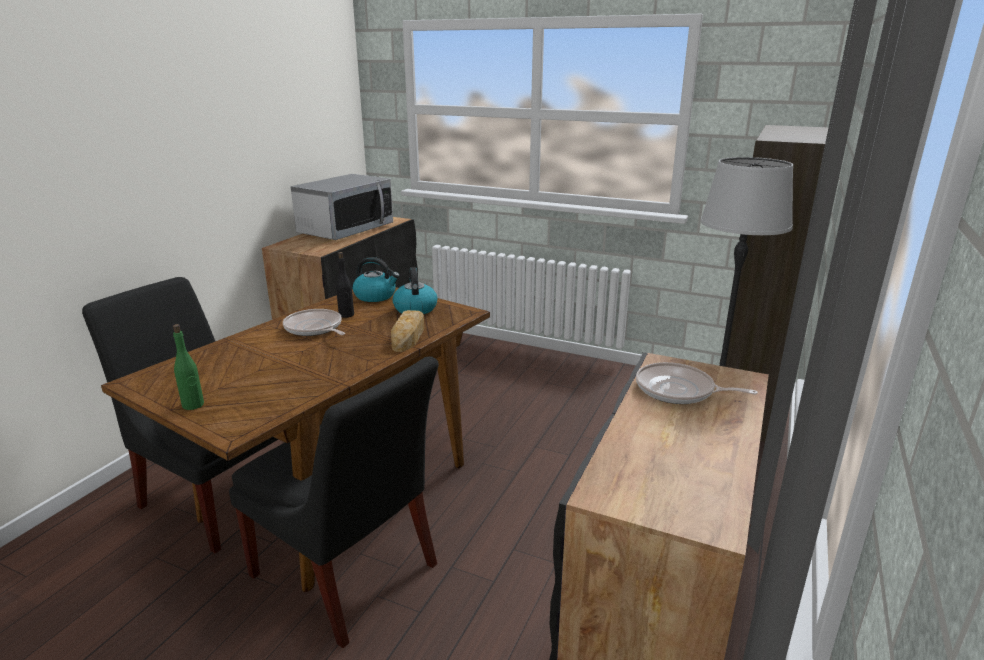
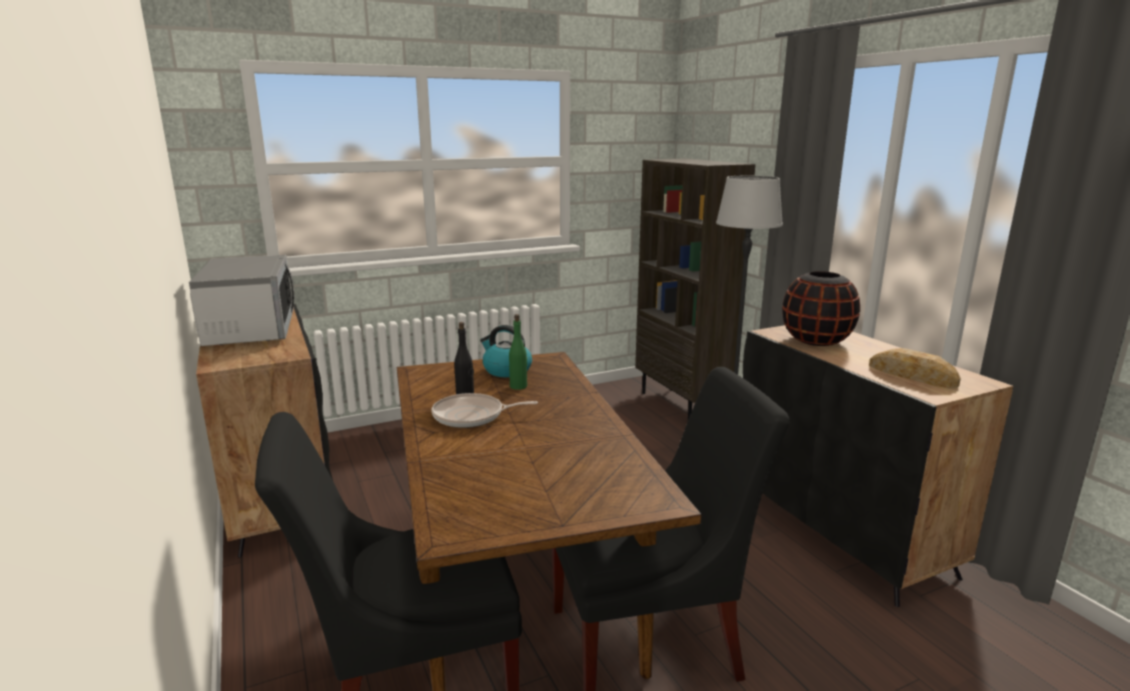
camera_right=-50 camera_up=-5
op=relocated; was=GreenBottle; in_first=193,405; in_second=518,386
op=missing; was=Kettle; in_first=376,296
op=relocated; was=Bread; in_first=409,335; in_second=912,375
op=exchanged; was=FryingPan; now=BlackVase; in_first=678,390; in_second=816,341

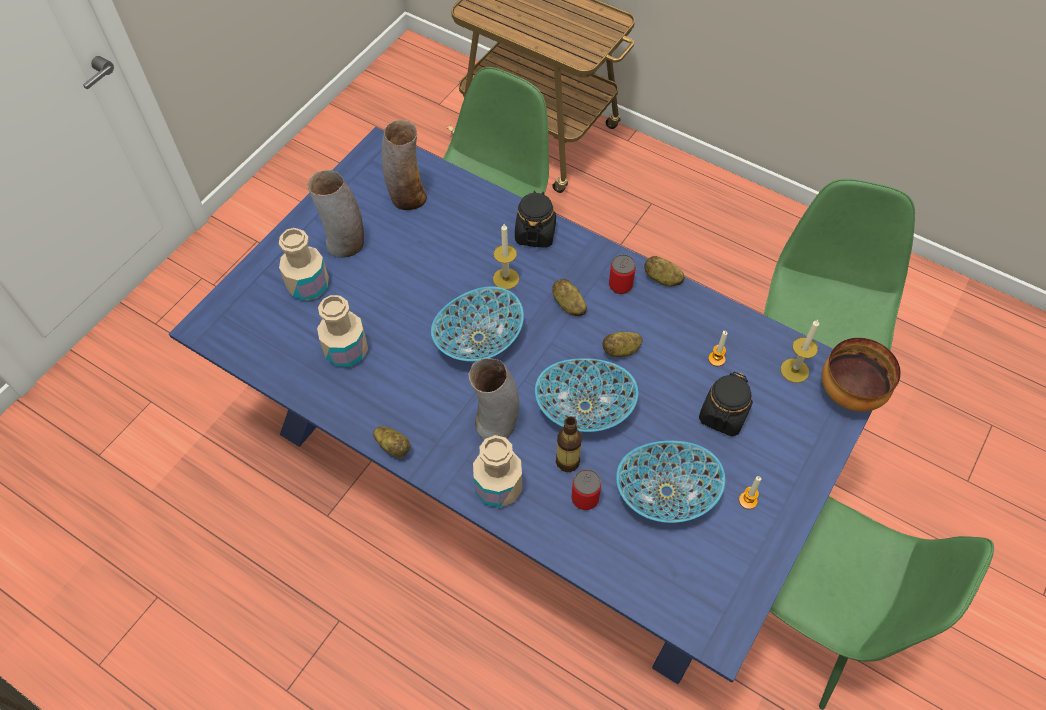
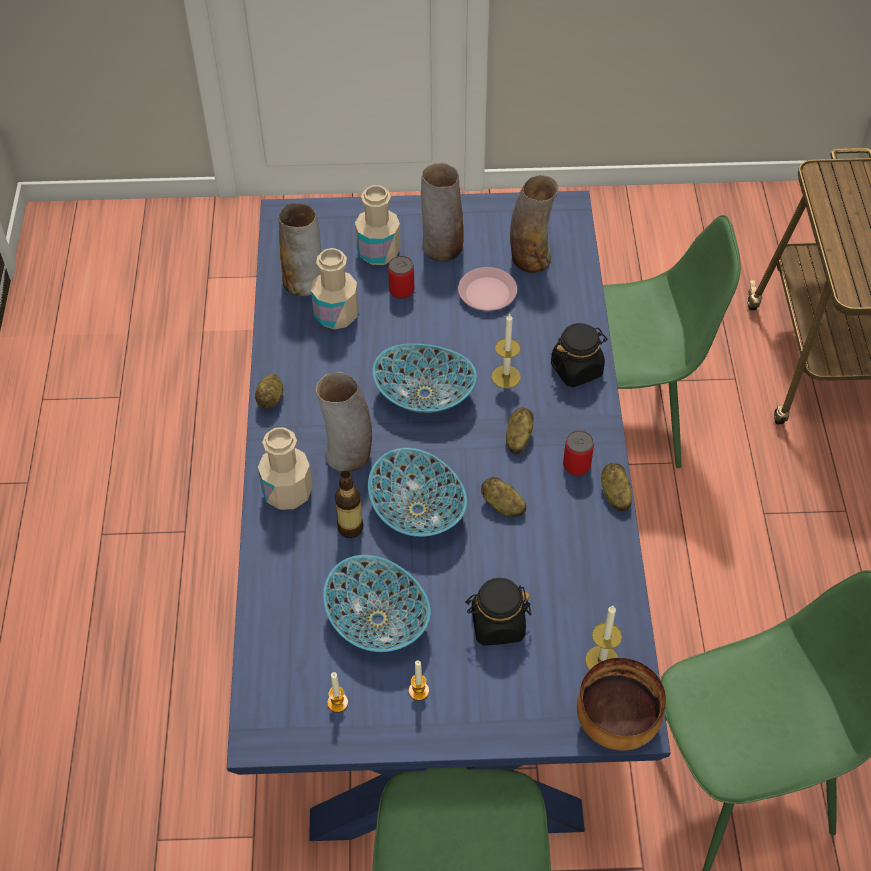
camera_right=55 camera_up=-5
op=relocated; was=Can; in_first=585,498; in_second=401,290
op=relocated; was=Candle; in_first=716,359; in_second=337,703
op=appeared; now=Vase; in_second=304,281
op=appeared; now=PinkPlate; in_second=487,293

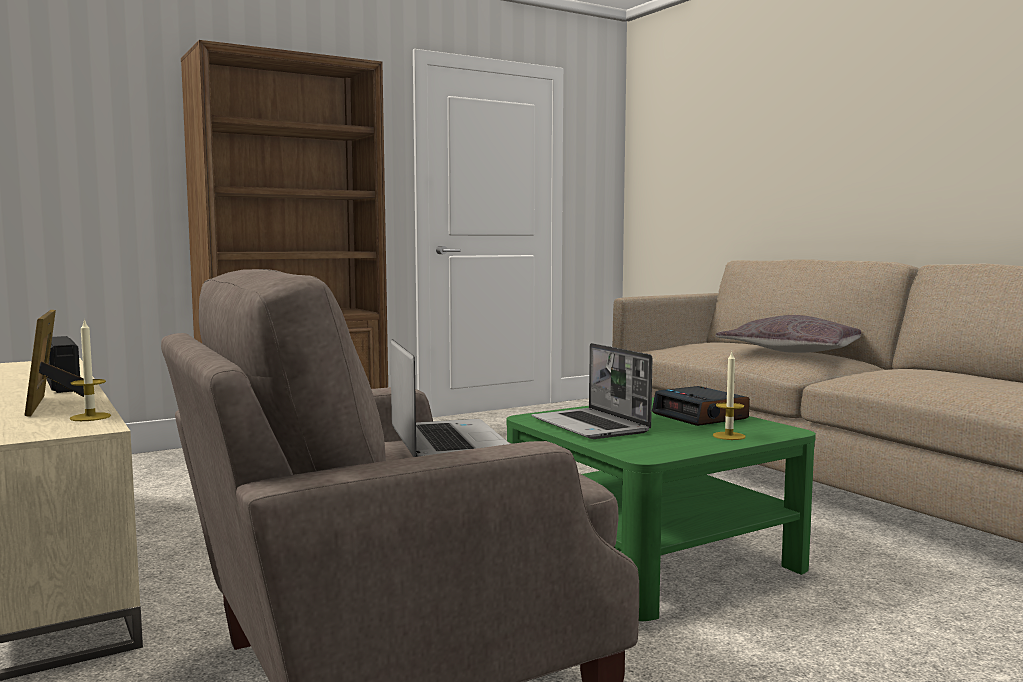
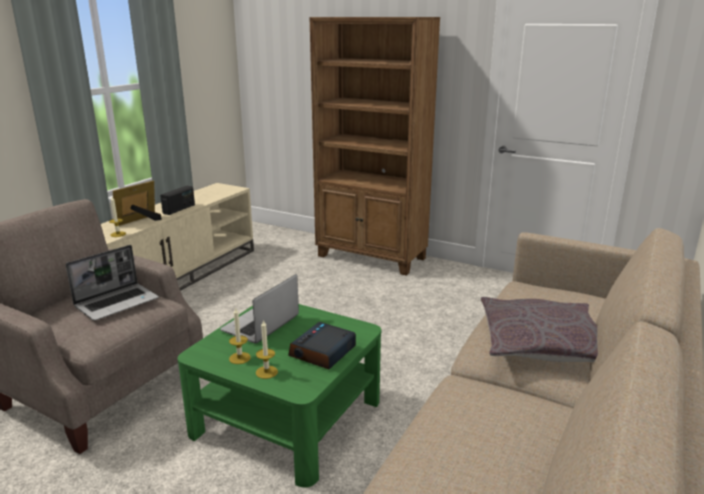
camera_right=60 camera_up=15
op=appeared; now=Candle; in_second=239,358

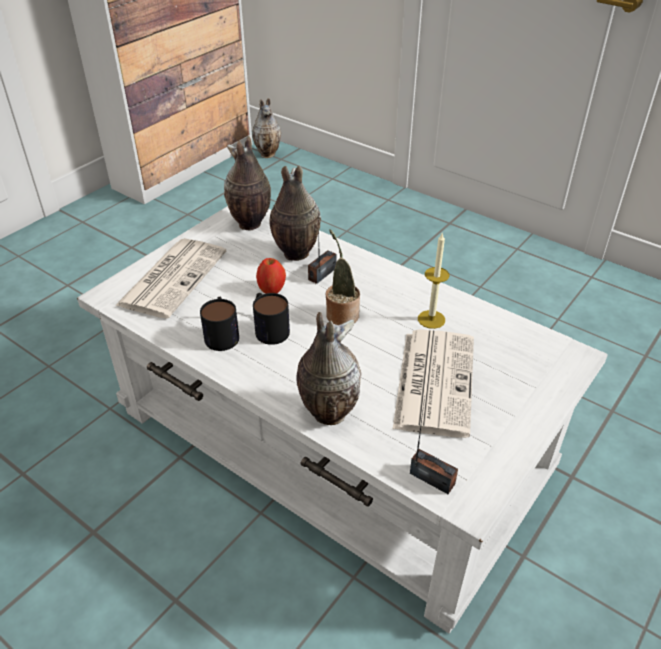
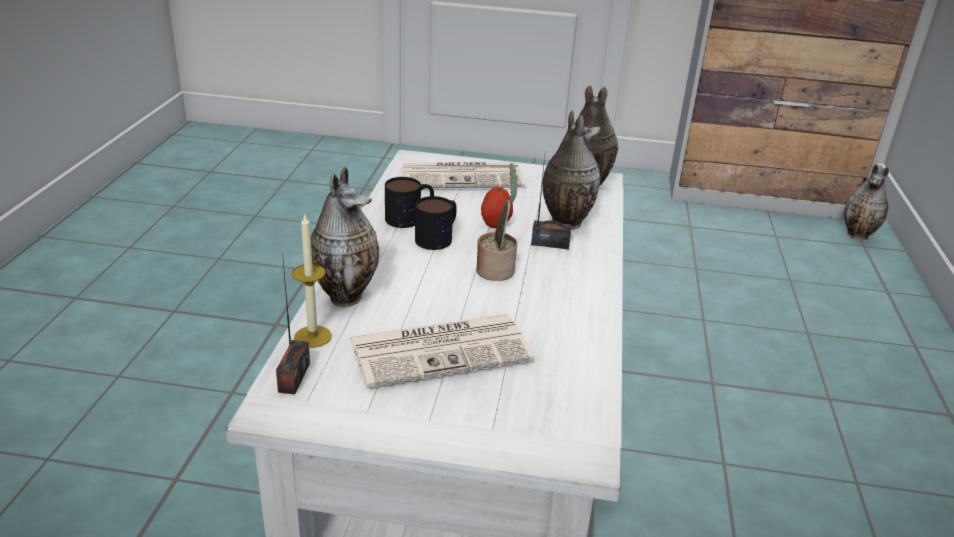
camera_right=60 camera_up=-10
op=relocated; was=Candle; in_first=431,319; in_second=313,336

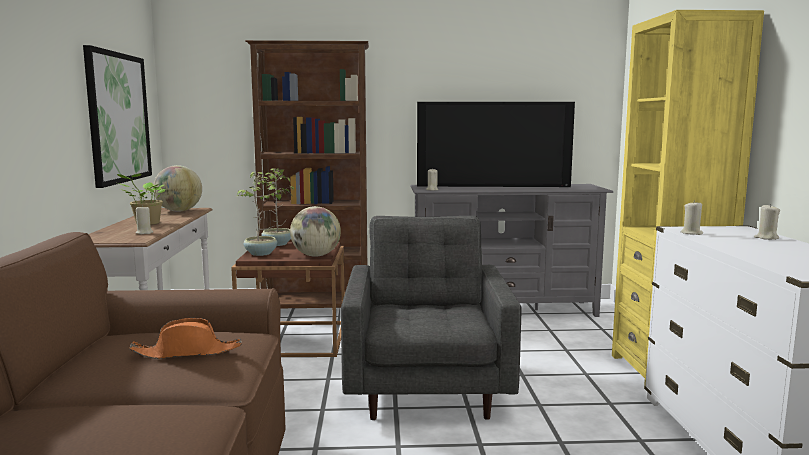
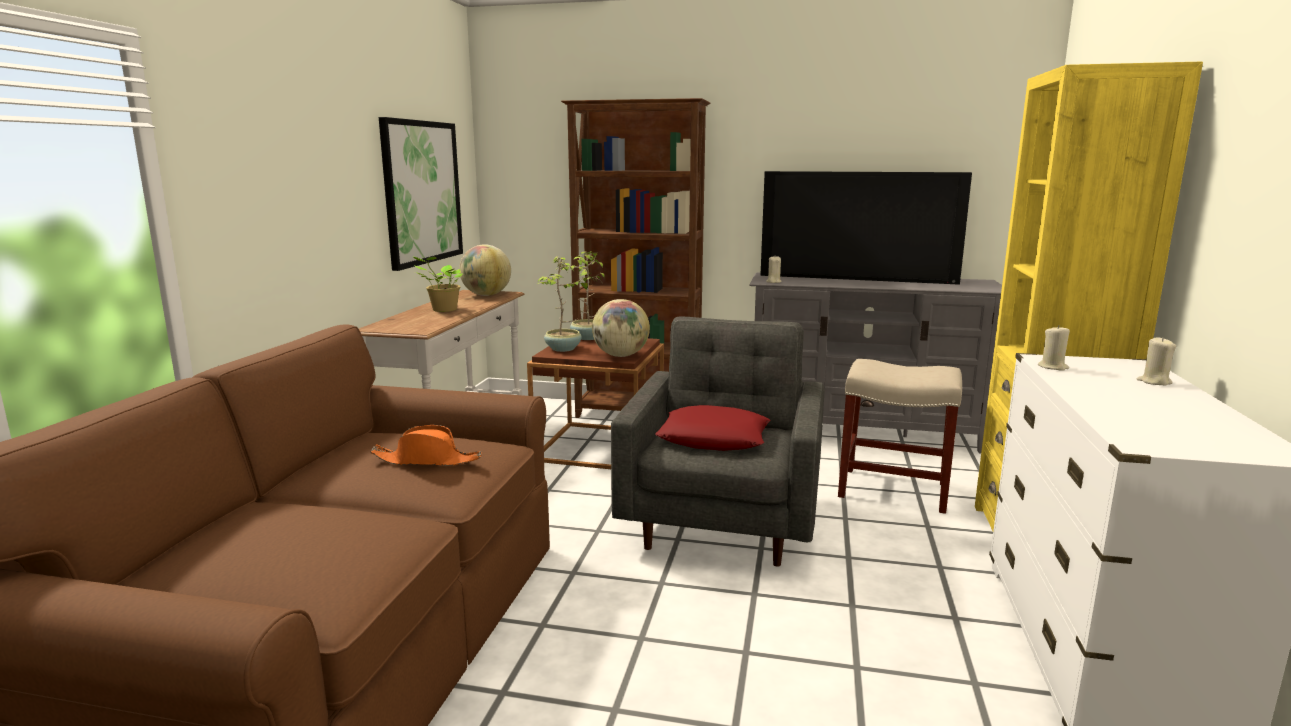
camera_right=15 camera_up=5
op=missing; was=BeigeCandle; in_first=144,233
op=appeared; now=RedPillow; in_second=714,439
op=appeared; now=BeigeStool; in_second=895,490

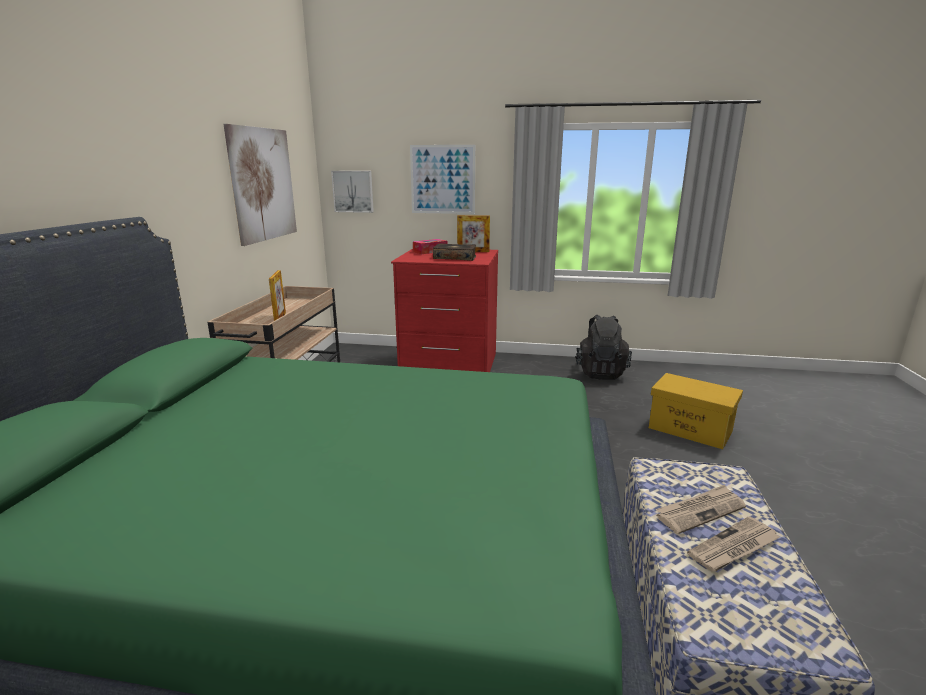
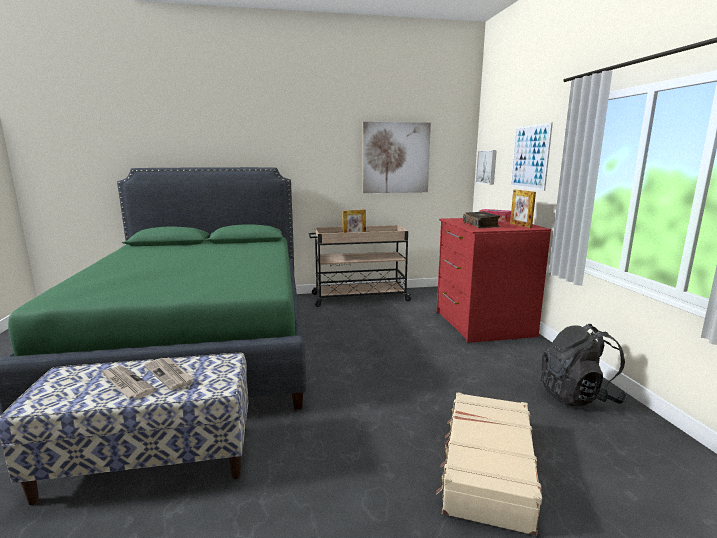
camera_right=70 camera_up=-5
op=exchanged; was=YellowStorageBox; now=BeigeSuitcase; in_first=691,429; in_second=486,468

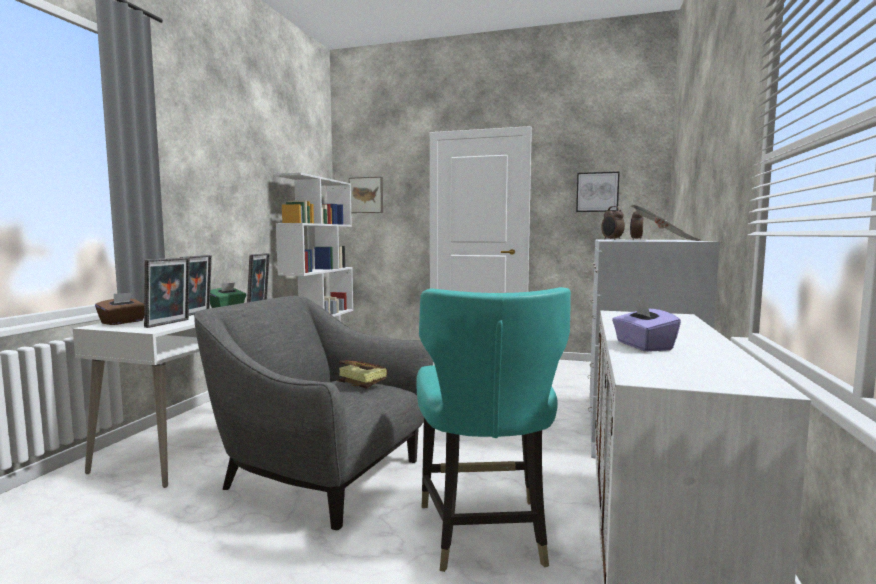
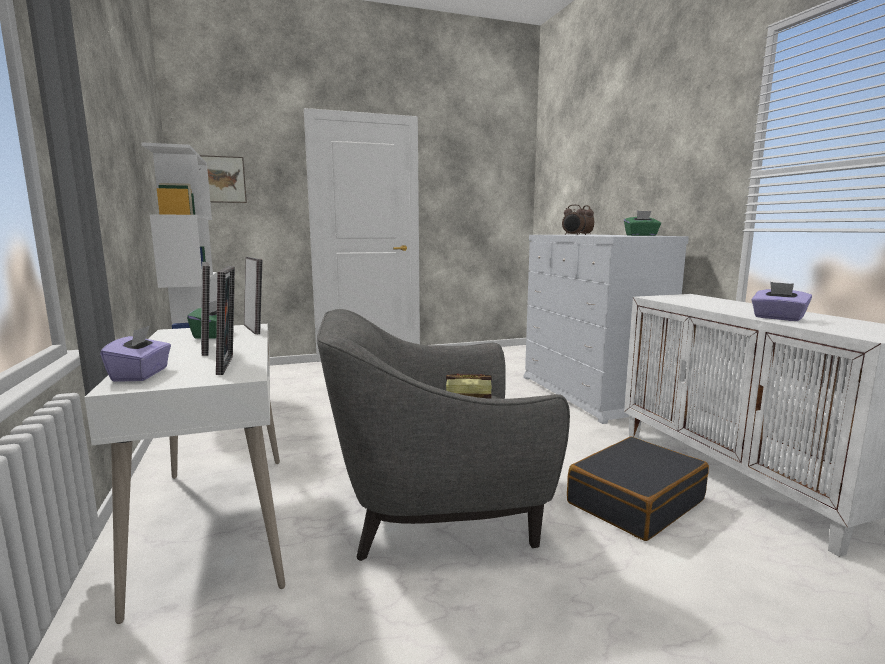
camera_right=-35 camera_up=5
op=colour; was=BrownTissueBox; now=PurpleTissueBox; in_first=123,322; in_second=141,374
op=exchanged; was=TurquoiseChair; now=BlackSuitcase; in_first=484,532; in_second=634,501
op=missing; was=Picture; in_first=597,192
op=exchanged; was=Newspaper; now=GreenTissueBox; in_first=664,240; in_second=641,235

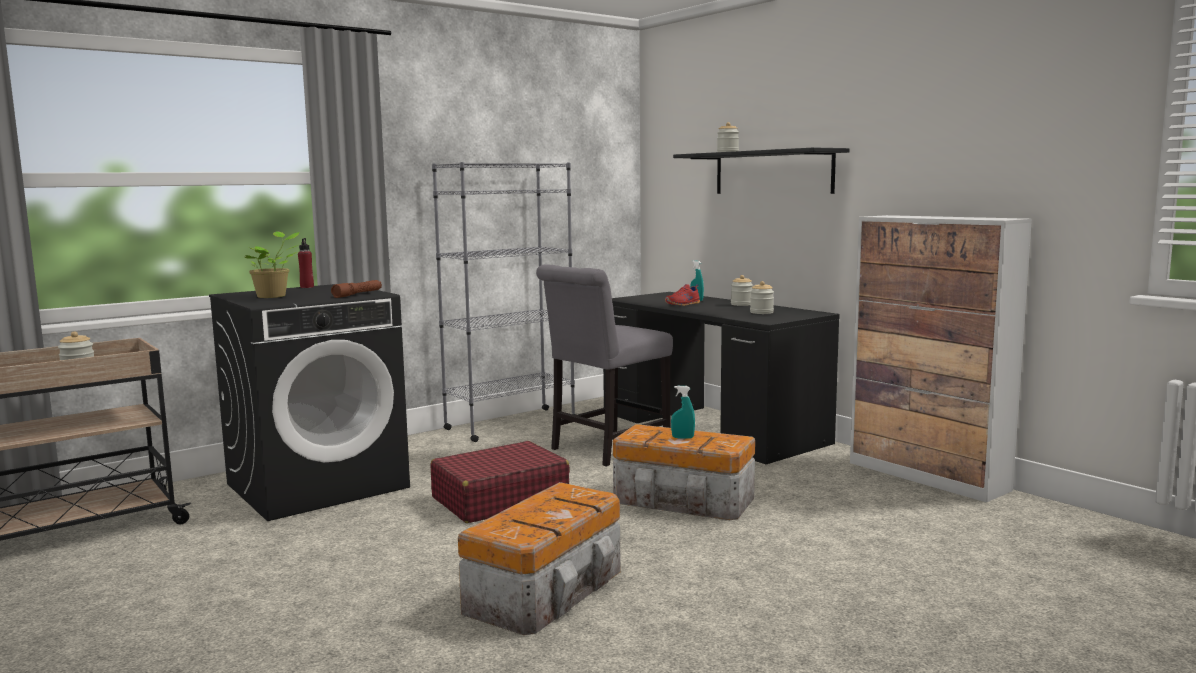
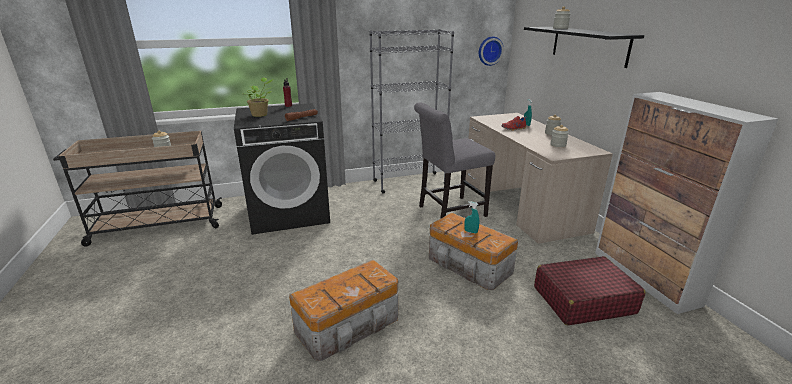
camera_right=20 camera_up=15
op=relocated; was=RedSuitcase; in_first=499,499; in_second=583,300
op=colour; was=BlackDesk; now=BeigeDesk; in_first=711,427; in_second=521,204
op=appeared; now=WallClock; in_second=489,50

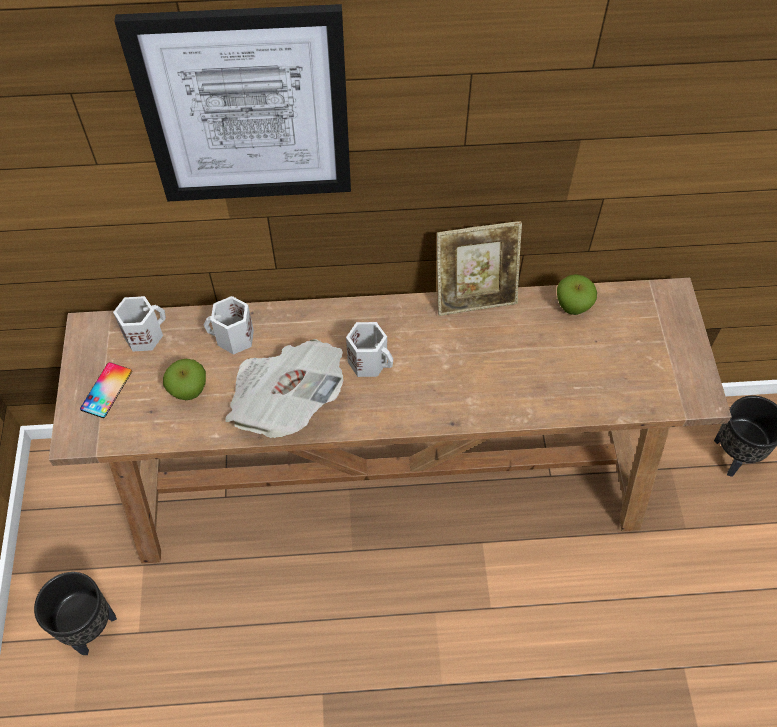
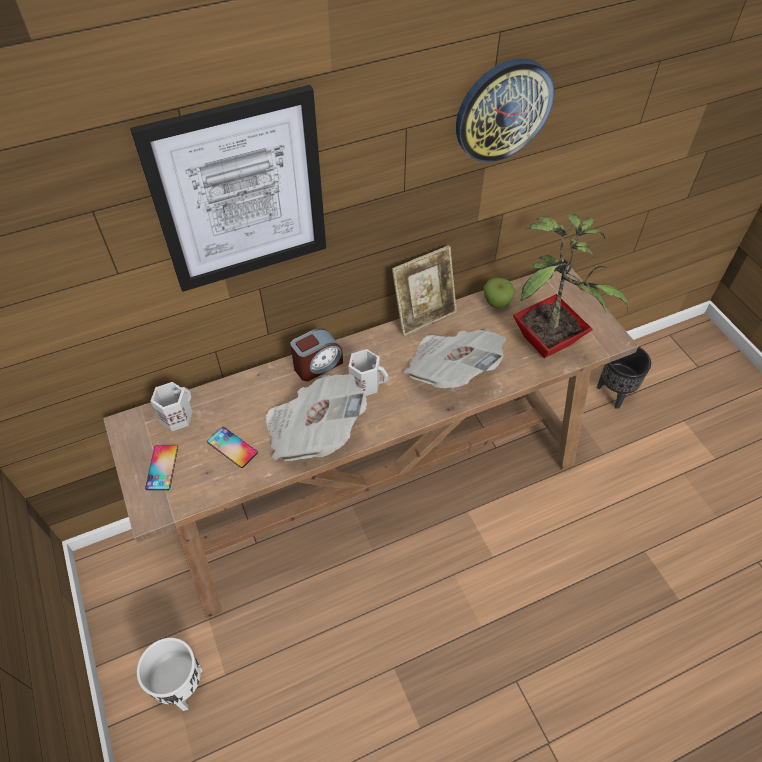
camera_right=-20 camera_up=-5
op=colour; was=BlackPlanter; now=WhitePlanter; in_first=90,627; in_second=181,686
op=exchanged; was=Apple; now=Phone; in_first=189,391; in_second=232,447
op=missing; was=WhiteMug; in_first=233,339
op=appeared; now=AlarmClock; in_second=317,365
op=appeared; now=Newspaper; in_second=451,371
op=appeared; now=WallClock; in_second=503,110
op=appeared; now=PottedPlant; in_second=549,340

